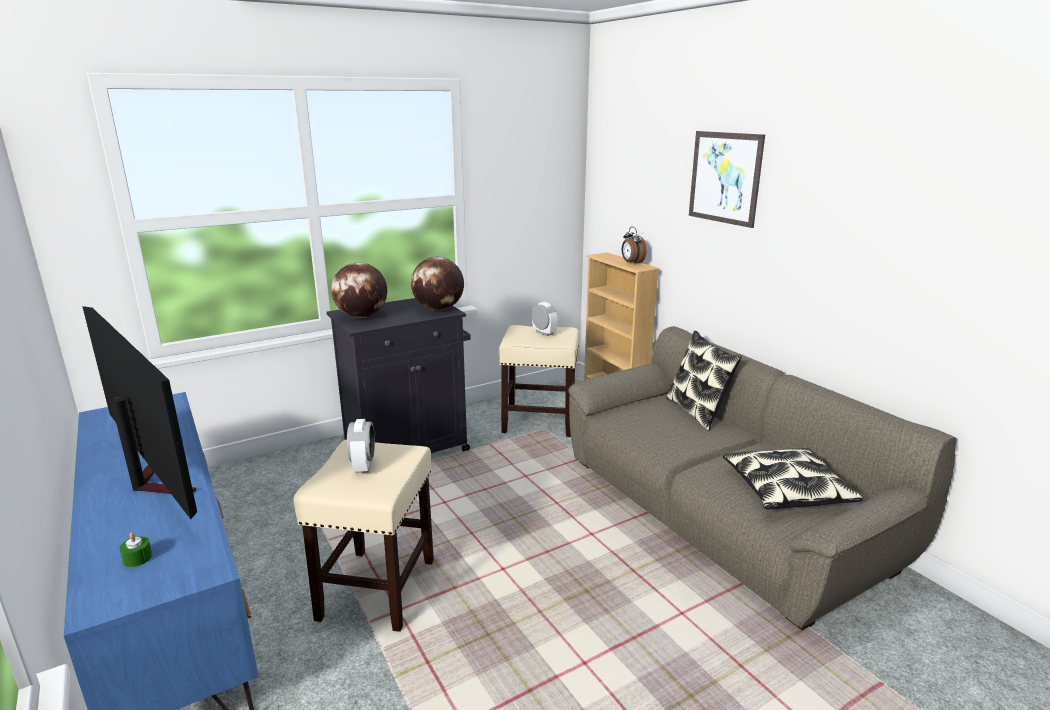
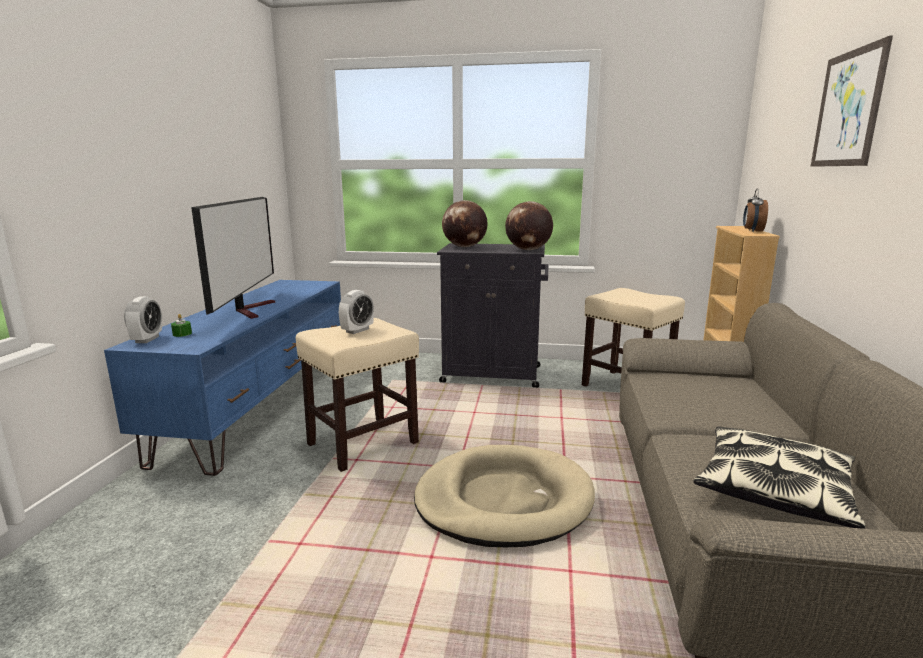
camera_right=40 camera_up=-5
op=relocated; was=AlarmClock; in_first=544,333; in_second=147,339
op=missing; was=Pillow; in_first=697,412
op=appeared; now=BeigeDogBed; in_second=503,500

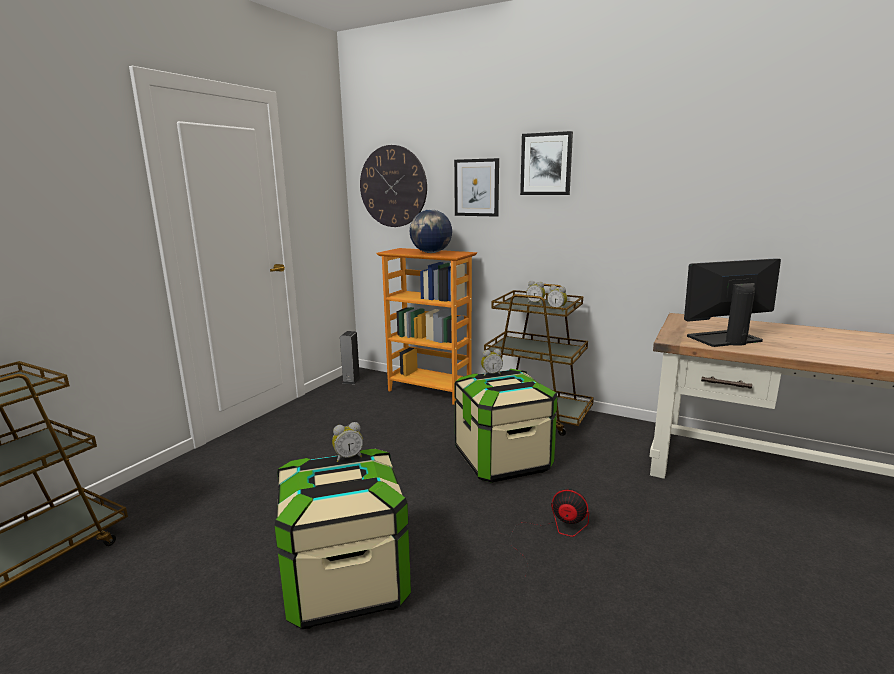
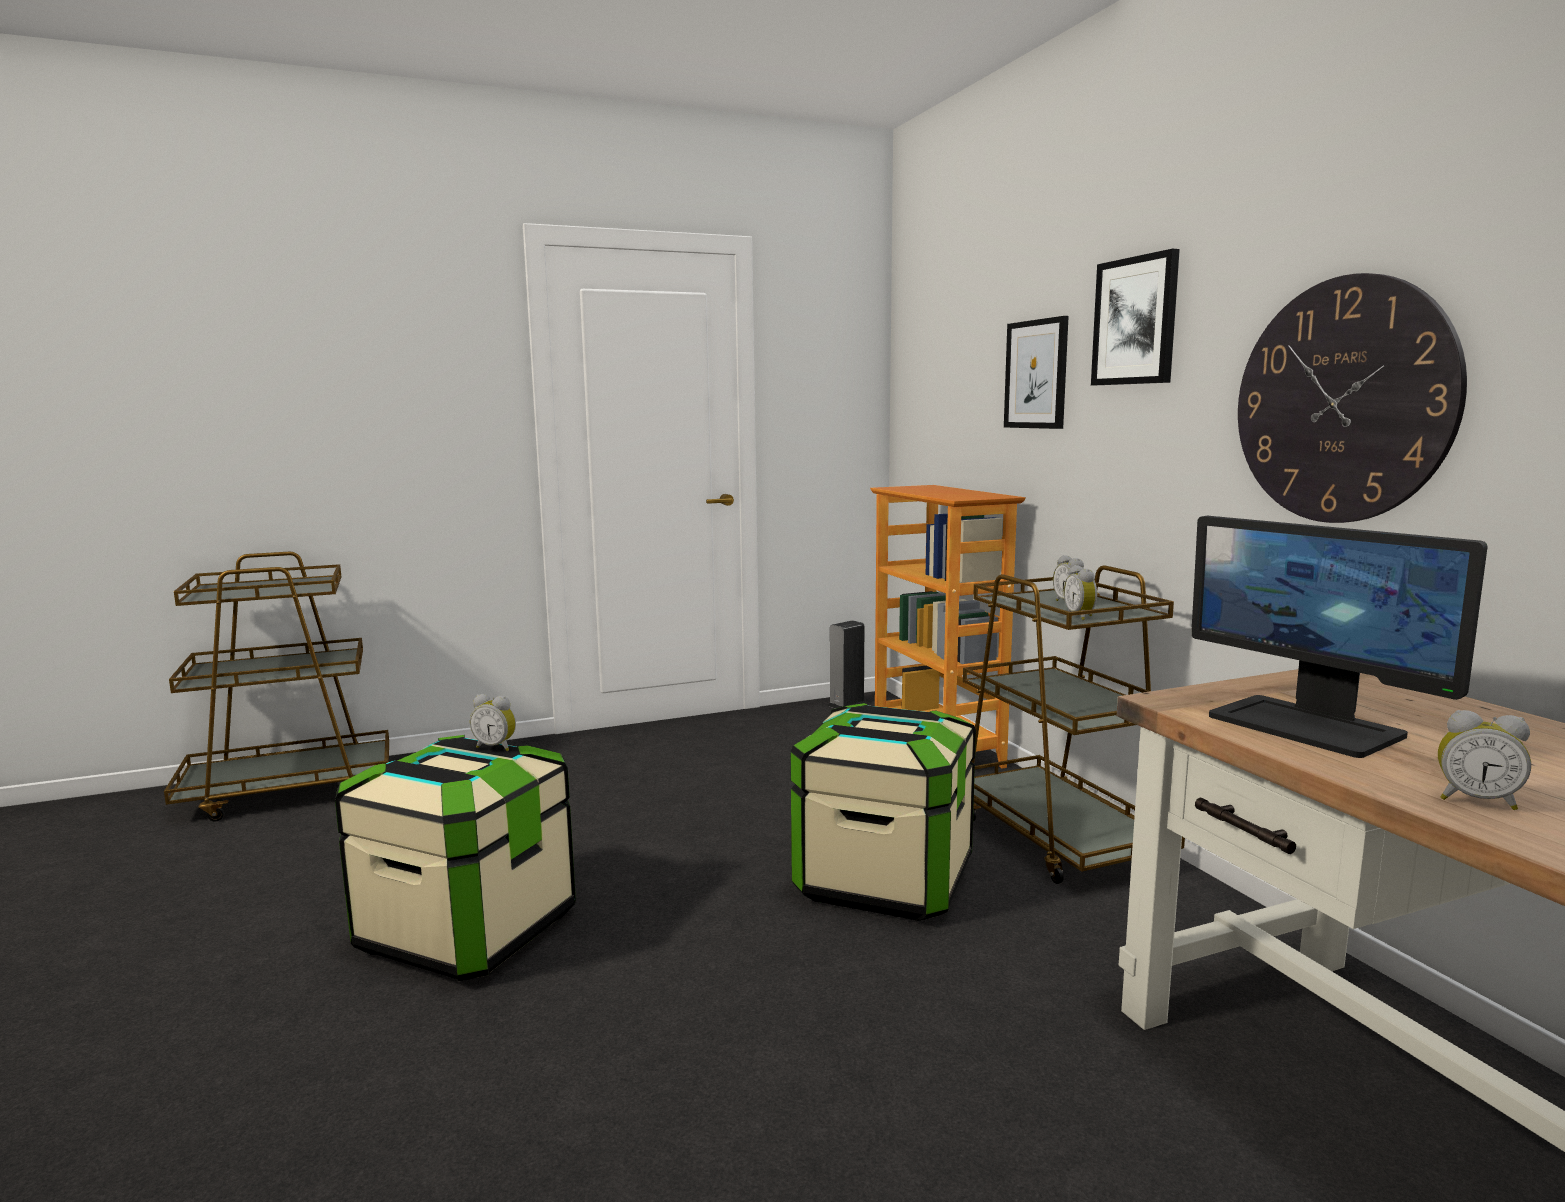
camera_right=40 camera_up=-5
op=relocated; was=WallClock; in_first=393,186; in_second=1341,401
op=missing; was=Globe; in_first=431,253
op=relocated; was=AlarmClock; in_first=491,374; in_second=1476,800
op=missing; was=Fan; in_first=552,533
op=spun; was=Monitor; in_first=724,339; in_second=1307,726; clockwise=-150

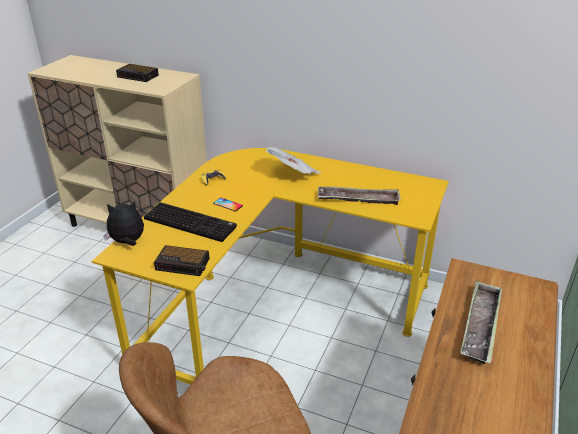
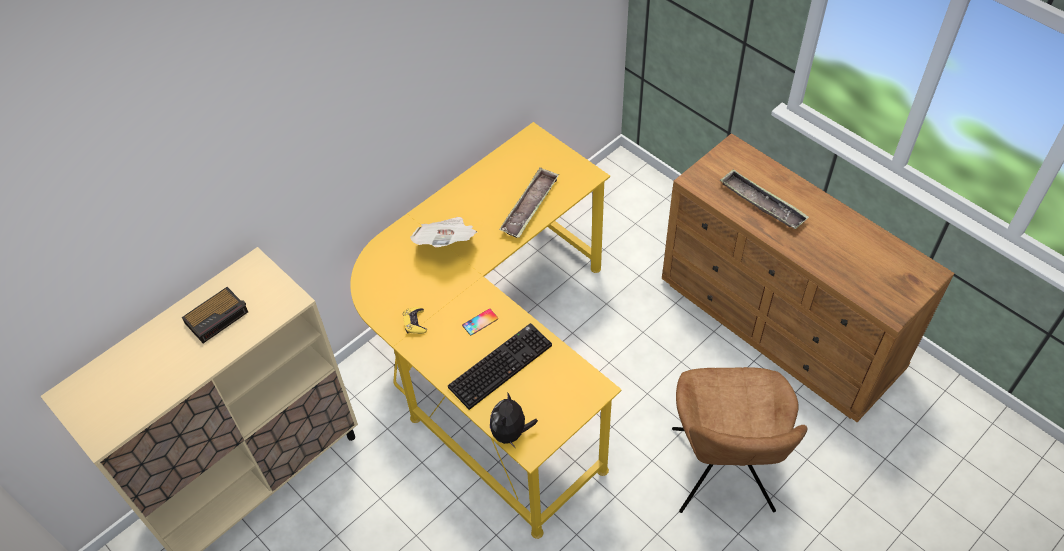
camera_right=-65 camera_up=20
op=missing; was=AlarmClock; in_first=183,264

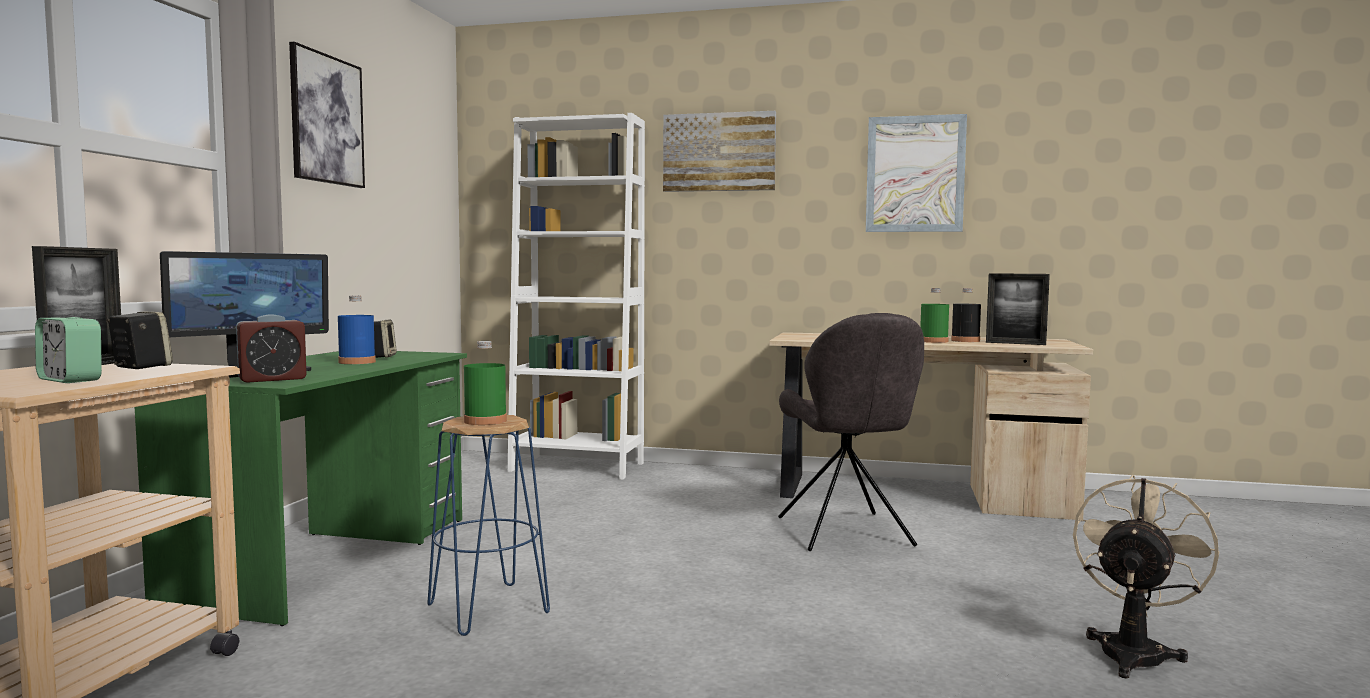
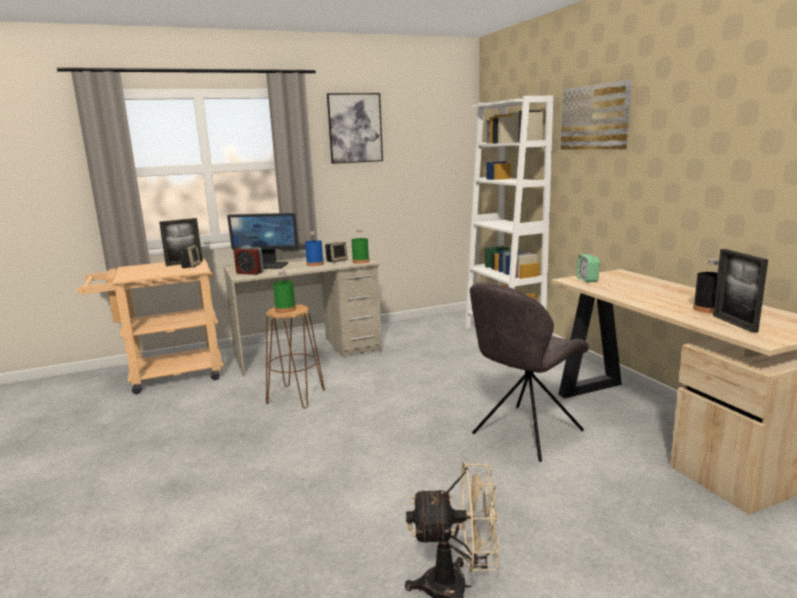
camera_right=55 camera_up=10
op=relocated; was=AlarmClock; in_first=70,380; in_second=587,280
op=colour; was=GreenDesk; now=BeigeDesk; in_first=329,558; in_second=308,352
op=colour; was=BlueStool; now=BrownStool; in_first=487,609; in_second=295,396
op=missing; was=Picture; in_first=915,174
op=relocated; was=GreenBottle; in_first=933,341; in_second=360,261

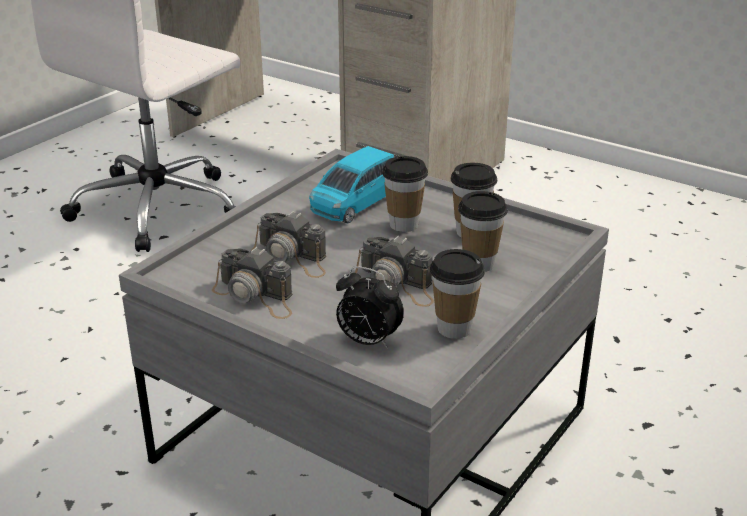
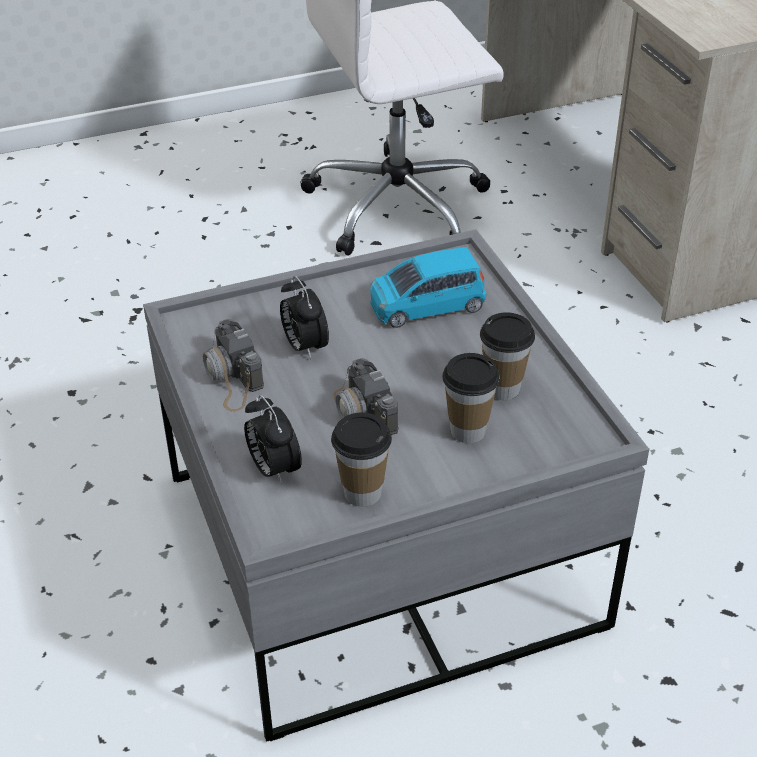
camera_right=35 camera_up=10
op=exchanged; was=PhotoCamera; now=AlarmClock; in_first=292,258; in_second=304,346
op=missing; was=Cup; in_first=404,225

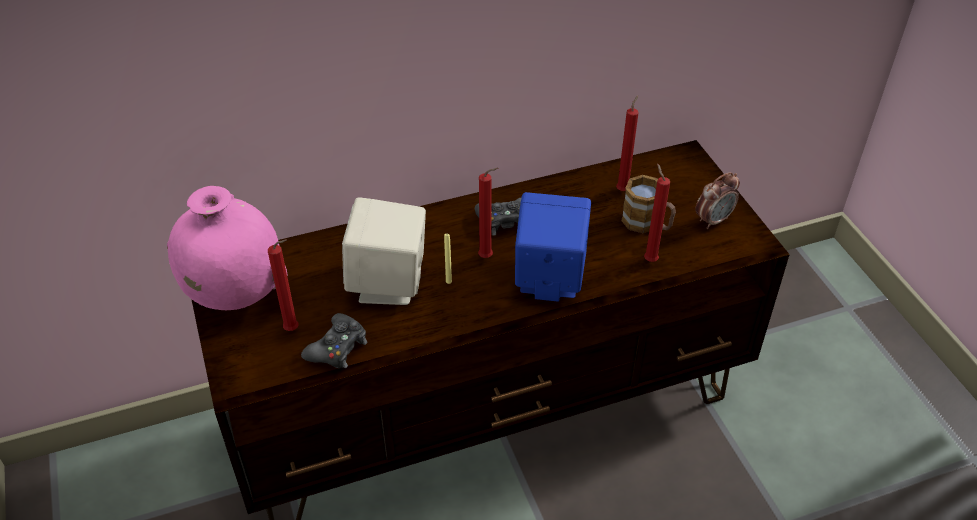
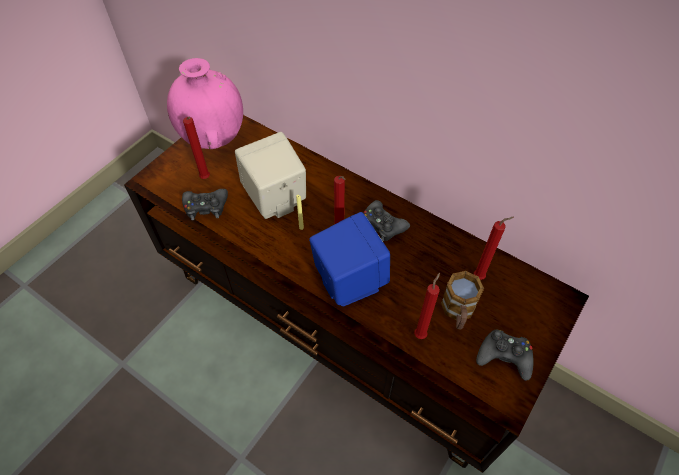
camera_right=55 camera_up=10
op=exchanged; was=AlarmClock; now=BlackGameController; in_first=713,220; in_second=504,356

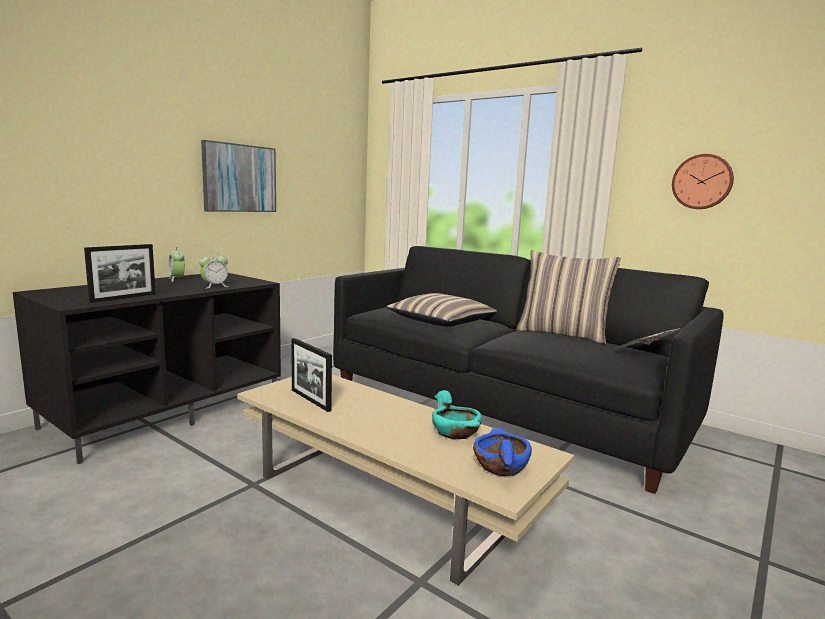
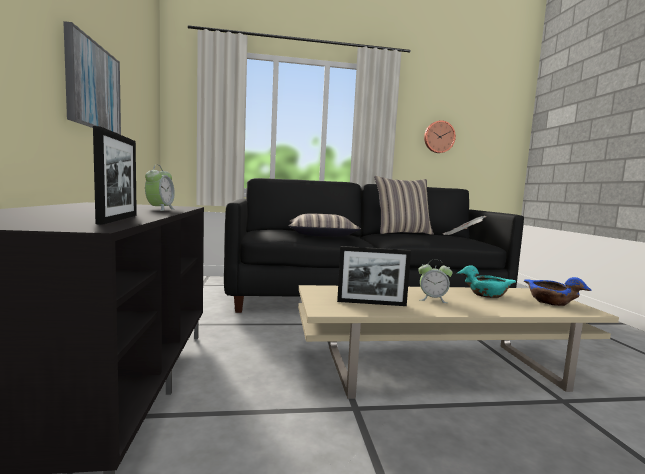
camera_right=-45 camera_up=-5
op=relocated; was=AlarmClock; in_first=177,279; in_second=432,299

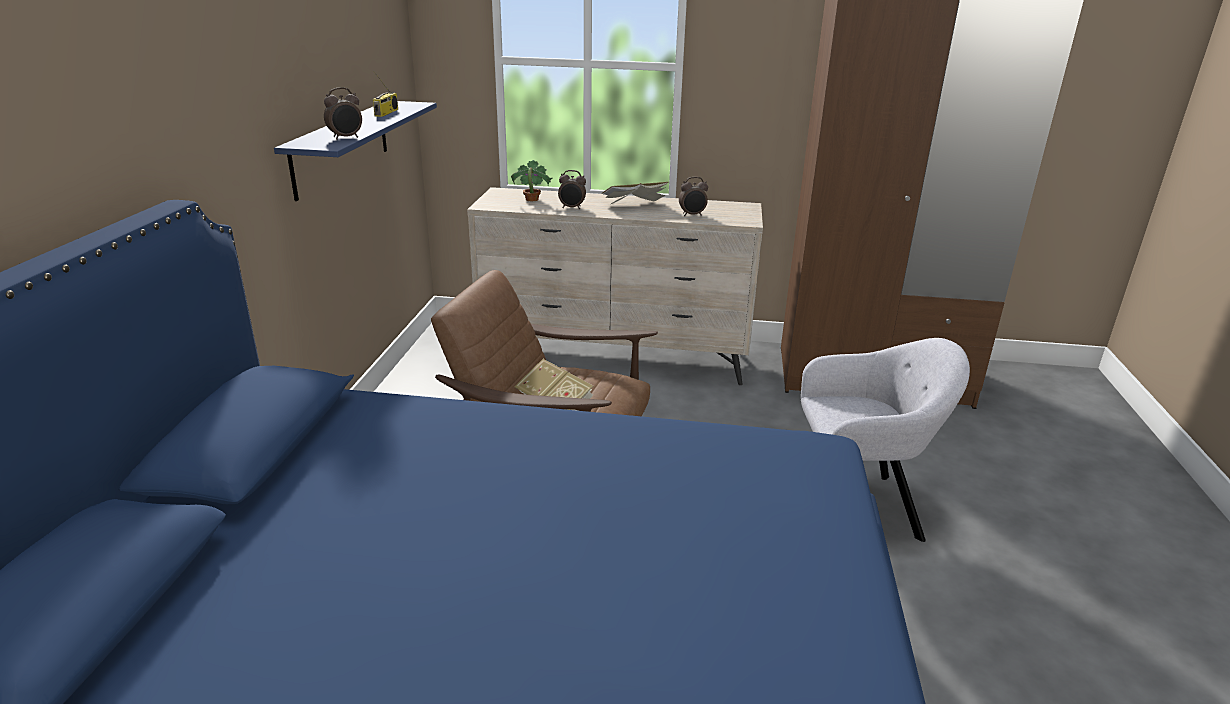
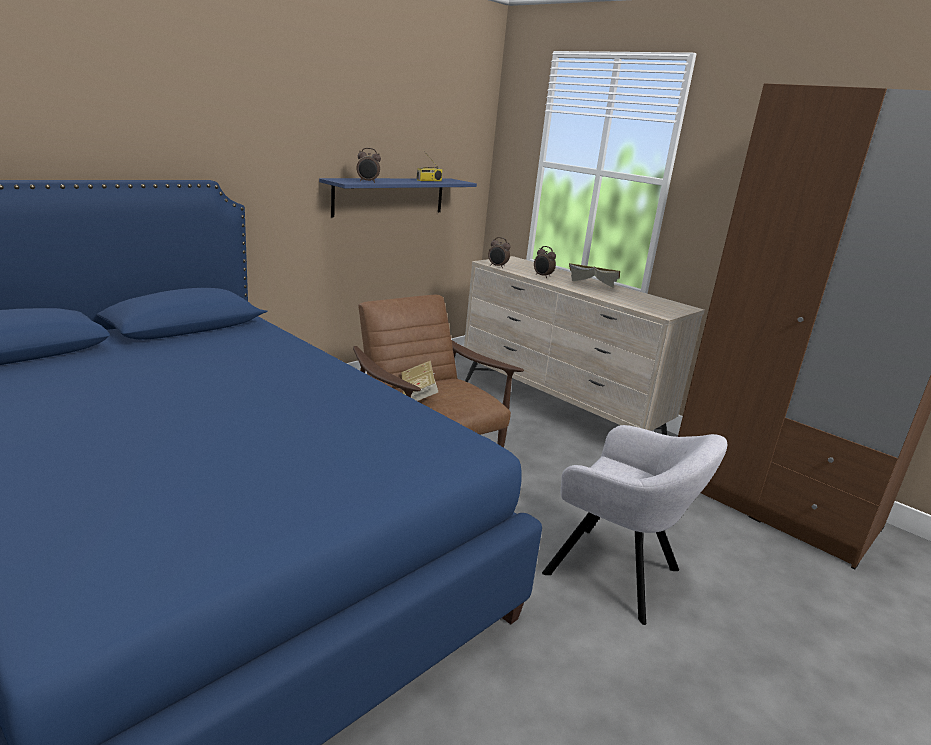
camera_right=35 camera_up=-5
op=missing; was=PottedPlant; in_first=531,199
op=relocated; was=AlarmClock; in_first=692,215; in_second=497,266

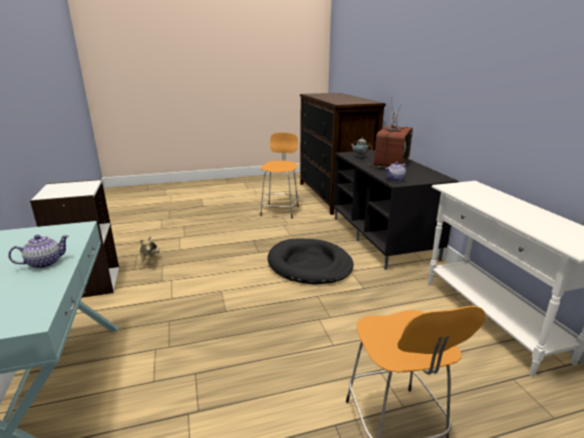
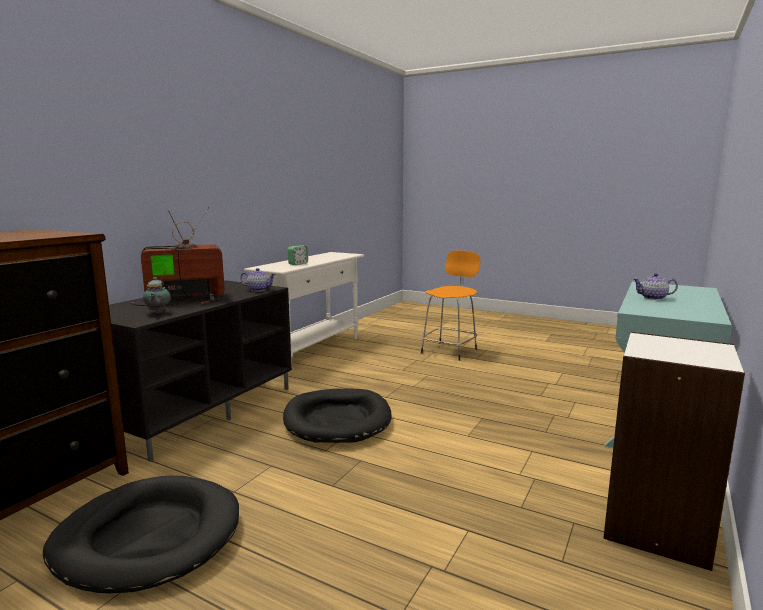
camera_right=-135 camera_up=-10
op=missing; was=PlushToy; in_first=151,261
op=exchanged; was=OrangeStool; now=BlackDogBed; in_first=280,210; in_second=148,537
op=appeared; now=AlarmClock; in_second=298,264

